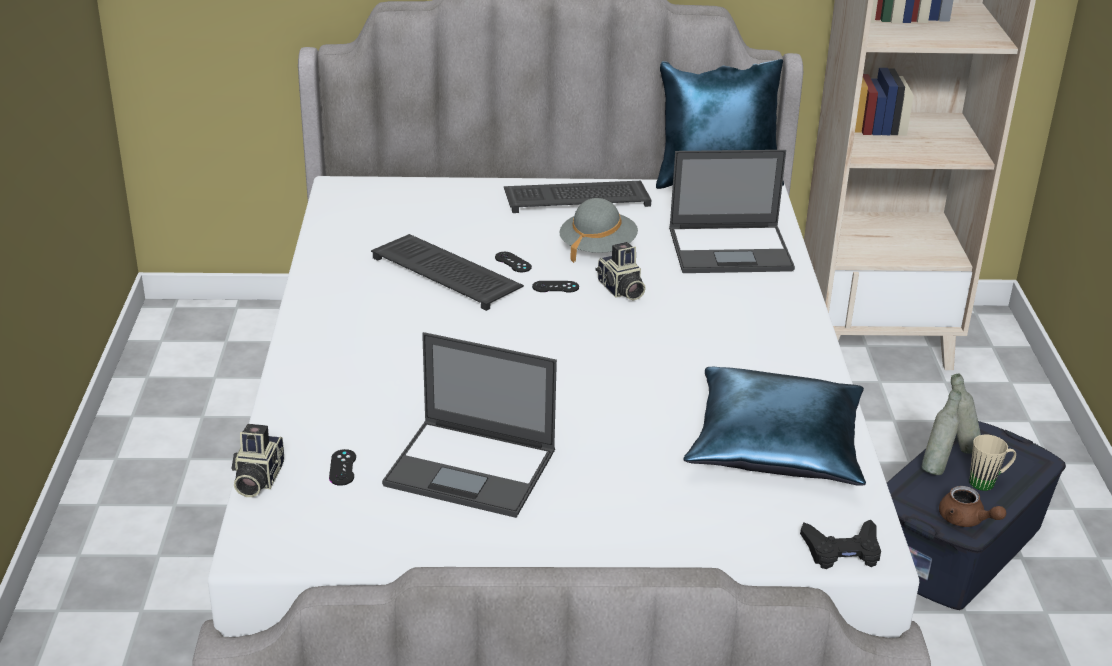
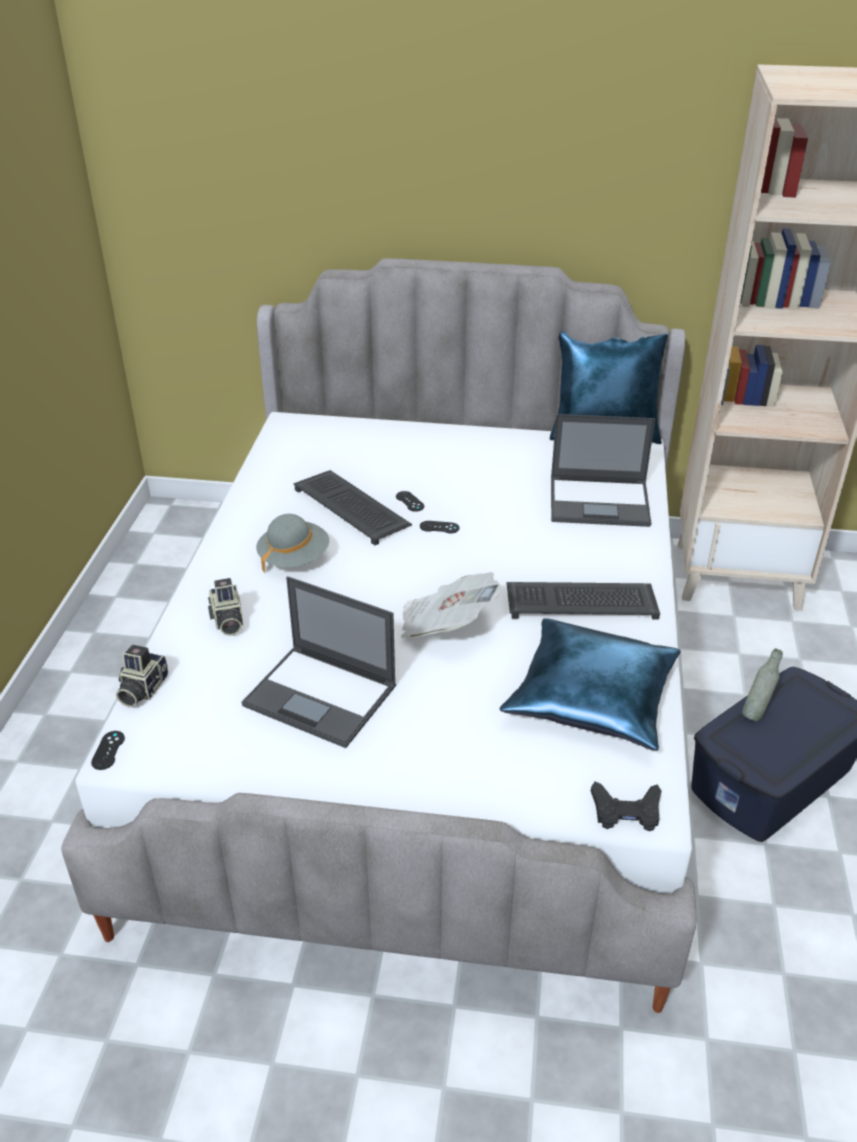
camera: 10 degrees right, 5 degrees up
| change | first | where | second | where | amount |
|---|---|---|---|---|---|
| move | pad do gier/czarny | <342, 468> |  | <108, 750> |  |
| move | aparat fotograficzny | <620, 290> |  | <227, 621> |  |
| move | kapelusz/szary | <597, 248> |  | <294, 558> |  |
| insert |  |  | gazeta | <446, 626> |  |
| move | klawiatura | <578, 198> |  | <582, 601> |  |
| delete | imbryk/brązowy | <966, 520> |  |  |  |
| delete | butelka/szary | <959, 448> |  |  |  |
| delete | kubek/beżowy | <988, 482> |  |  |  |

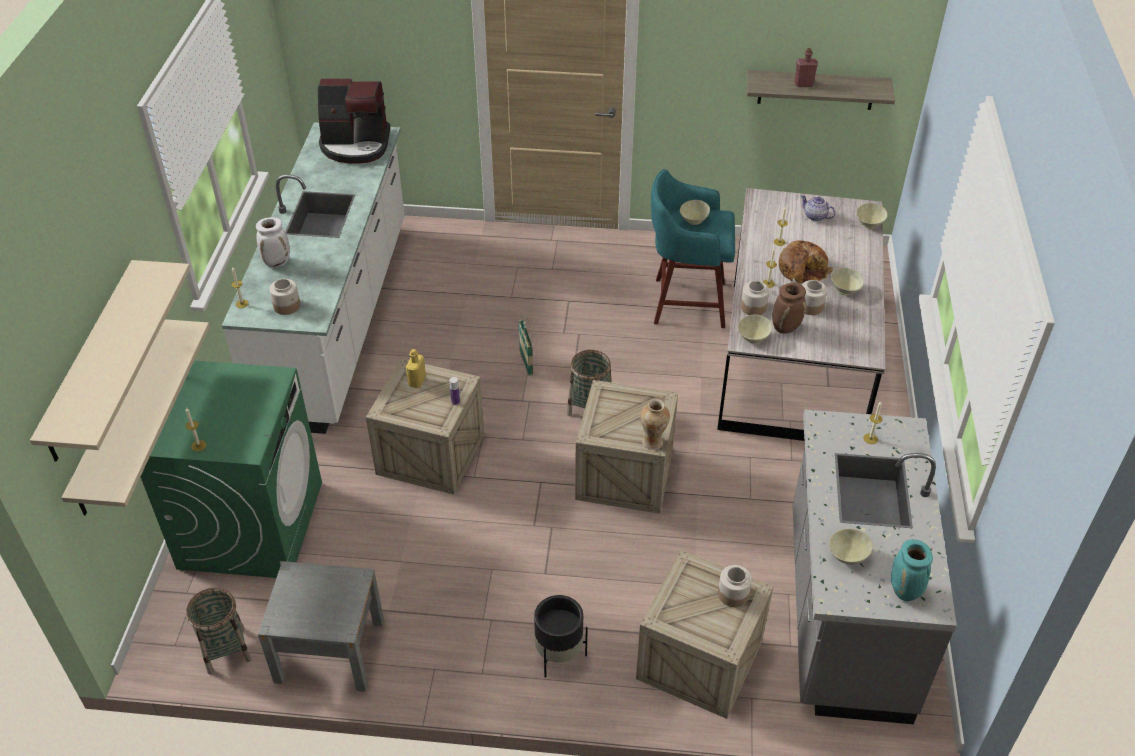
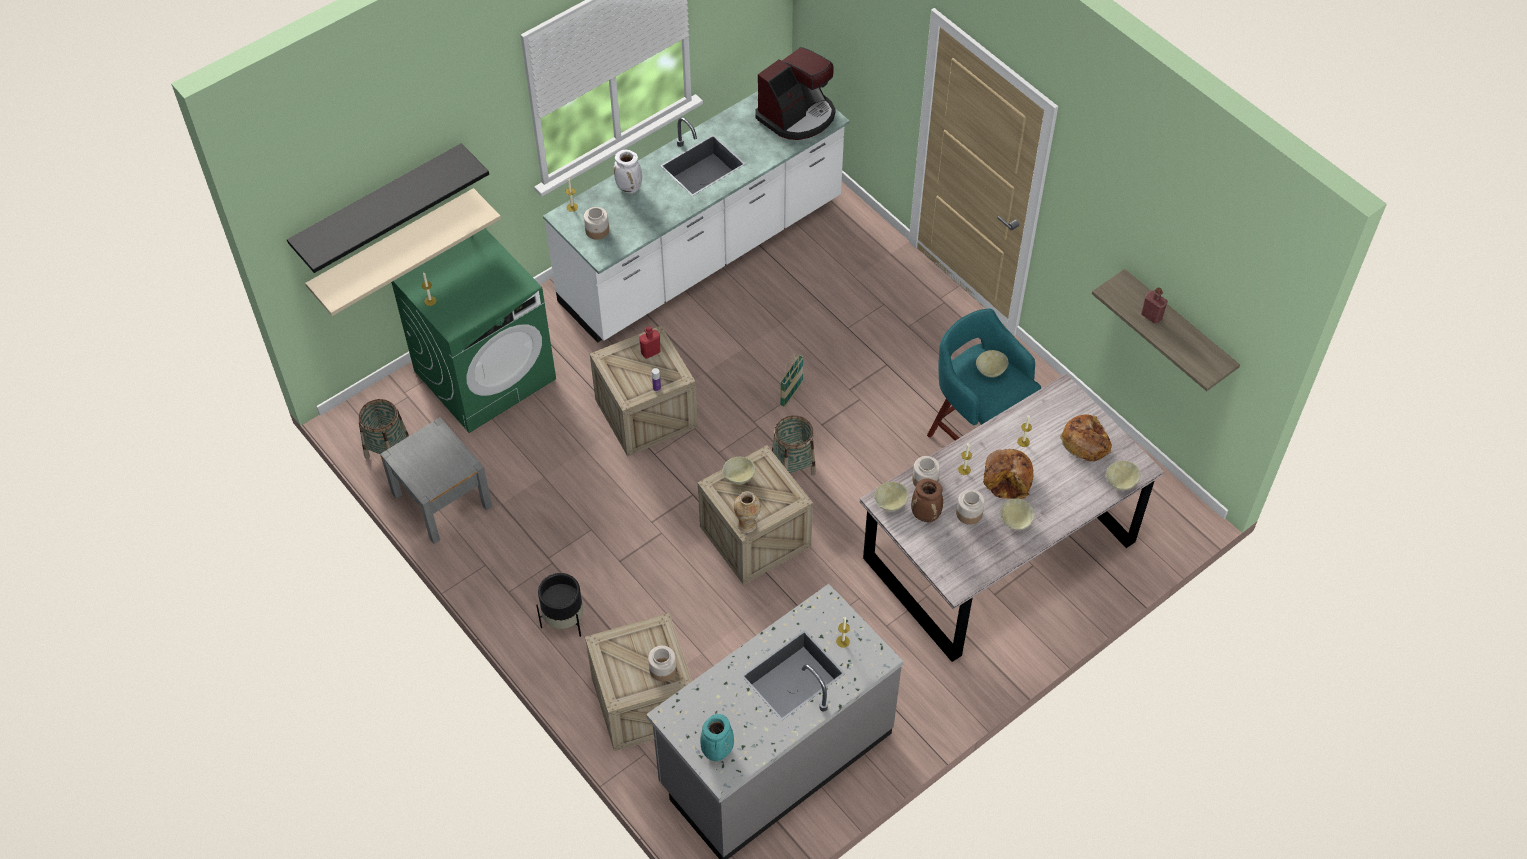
camera: 45 degrees right, 10 degrees up
| change | first | where | second | where | amount |
|---|---|---|---|---|---|
| recolor | półka/beżowy | <91, 361> | półka/czarny | <378, 203> |  |
| recolor | butelka/żółty | <417, 381> | butelka/czerwony | <650, 352> |  |
| move | miska/beżowy | <847, 556> |  | <739, 477> |  |
| rotate | ekspres do kawy | <356, 145> |  | <797, 115> | 90 degrees counterclockwise |
| replace | imbryk | <815, 216> | chleb | <1086, 442> |  |

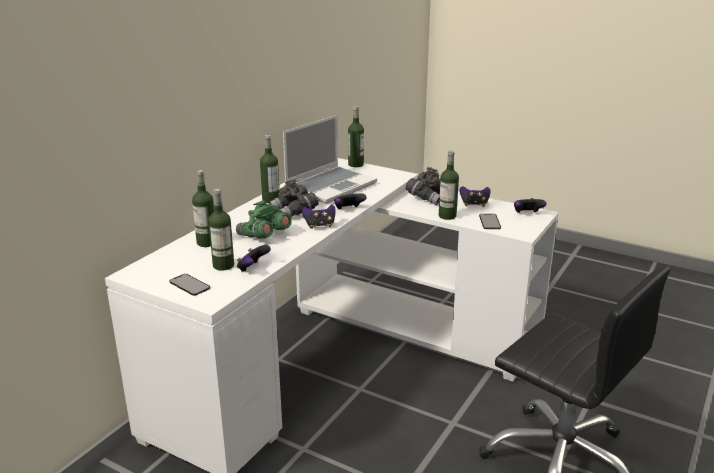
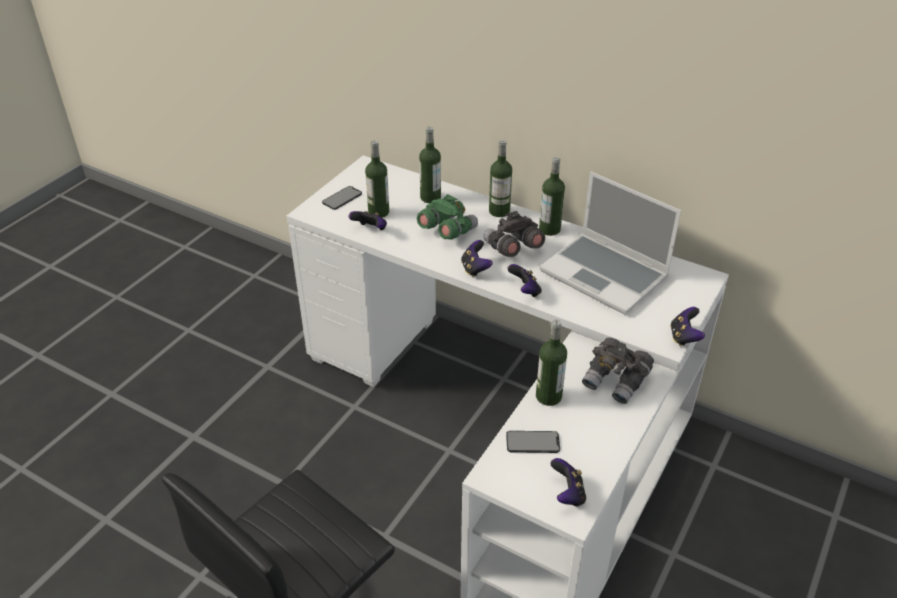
camera: 90 degrees right, 15 degrees up
| change | first | where | second | where | amount |
|---|---|---|---|---|---|
| move | butelka | <356, 164> |  | <499, 211> |  |
| move | pad do gier | <474, 204> |  | <684, 337> |  |

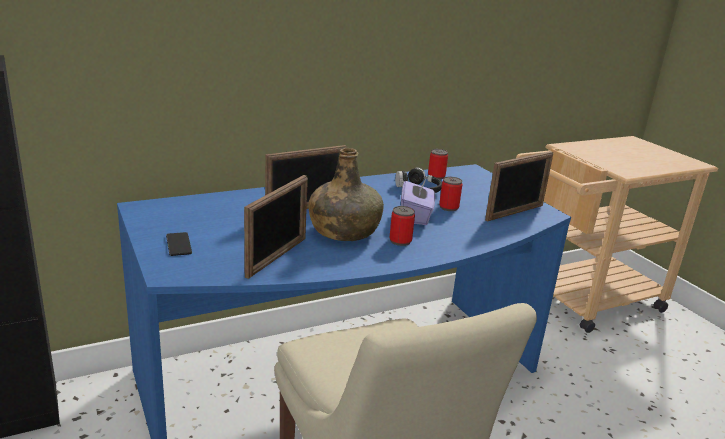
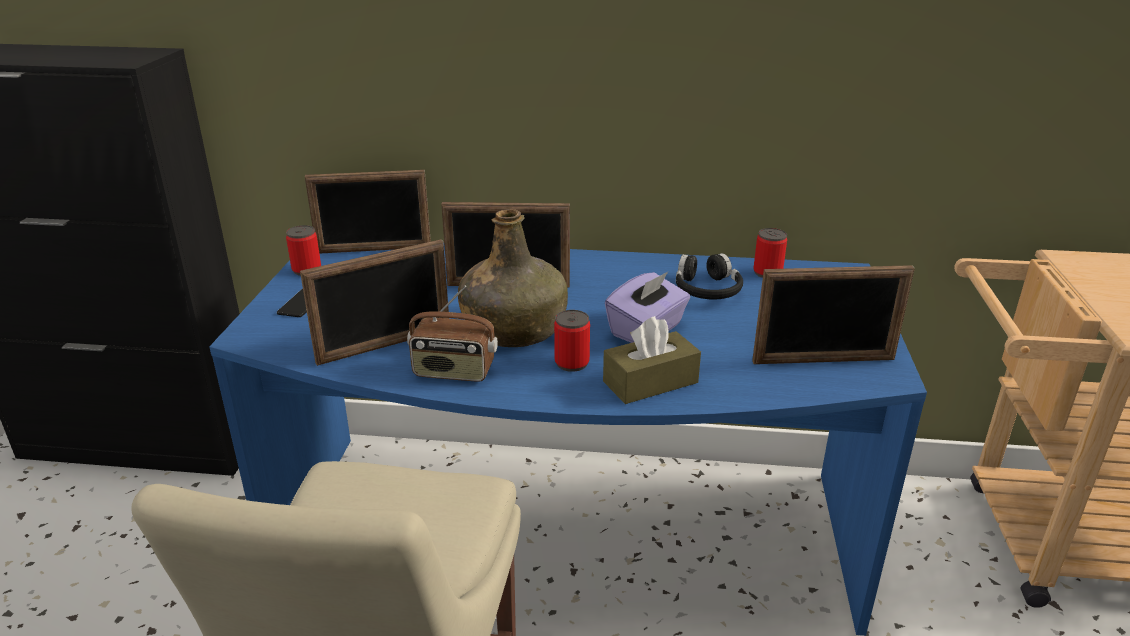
camera: 35 degrees right, 5 degrees up
| change | first | where | second | where | amount |
|---|---|---|---|---|---|
| move | puszka | <448, 207> |  | <306, 270> |  |
| insert |  |  | ramka na zdjęcie | <374, 250> |  |
| insert |  |  | radio | <453, 372> |  |
| insert |  |  | pudełko chusteczek/brązowy | <650, 382> |  |

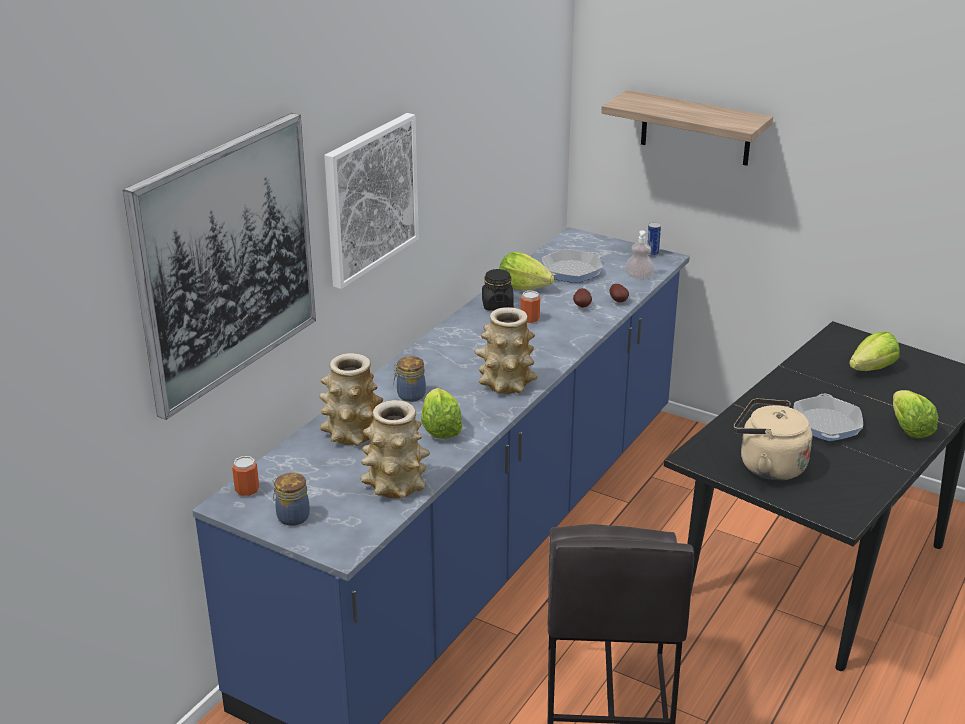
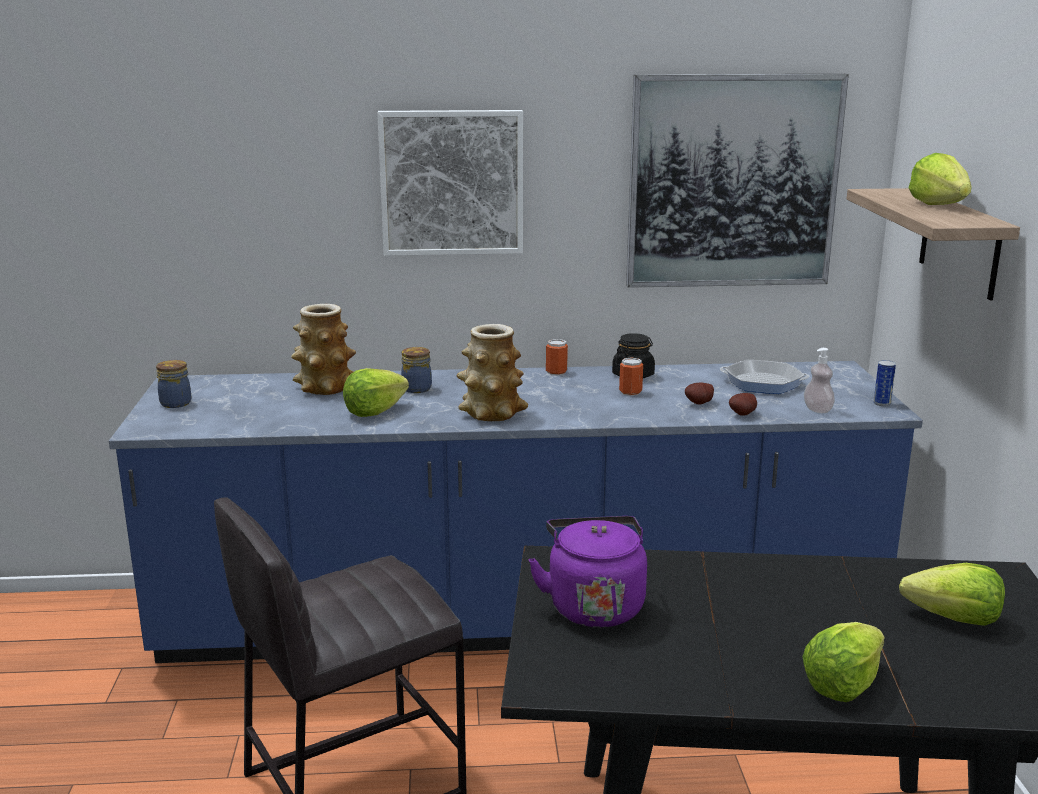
camera: 55 degrees right, 10 degrees down
| change | first | where | second | where | amount |
|---|---|---|---|---|---|
| recolor | czajnik/beżowy | <767, 466> | czajnik/fioletowy | <593, 605> |  |
| move | puszka | <247, 491> |  | <556, 372> |  |
| move | obraz | <225, 261> |  | <732, 182> |  |
| move | sałata | <523, 287> |  | <939, 205> |  |
| delete | wazon | <395, 485> |  |  |  |
| delete | patelnia | <826, 424> |  |  |  |

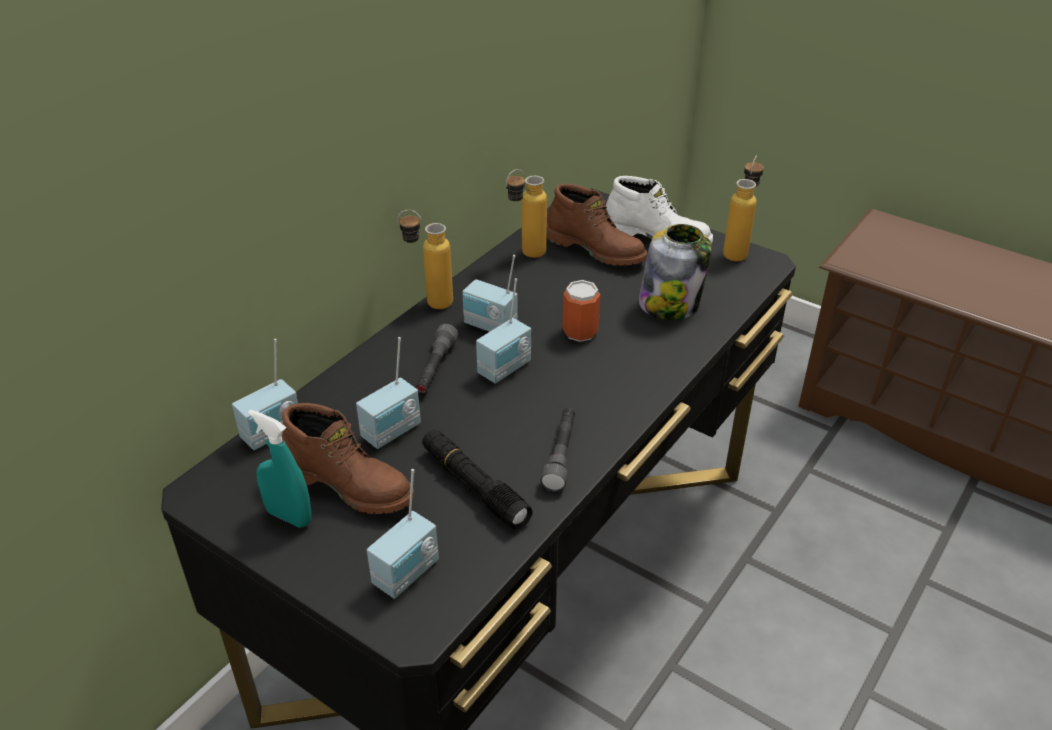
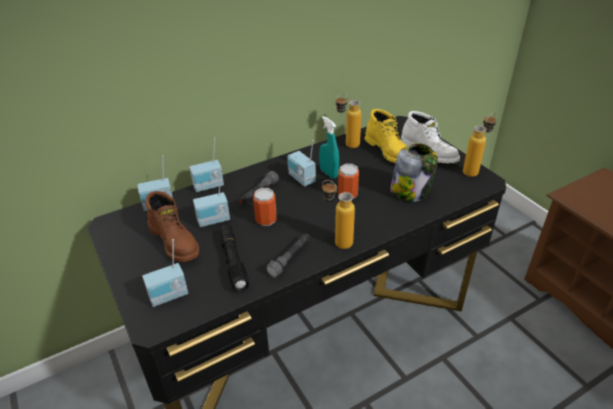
camera: 25 degrees right, 0 degrees up
| change | first | where | second | where | amount |
|---|---|---|---|---|---|
| move | radio | <506, 369> |  | <209, 186> |  |
| insert |  |  | puszka | <266, 219> |  |
| move | spryskiwacz/turkusowy | <289, 516> |  | <328, 173> |  |
| move | butelka | <429, 302> |  | <337, 241> |  |
| recolor | but z cholewką/brązowy | <597, 249> | but z cholewką/żółty | <389, 151> |  |

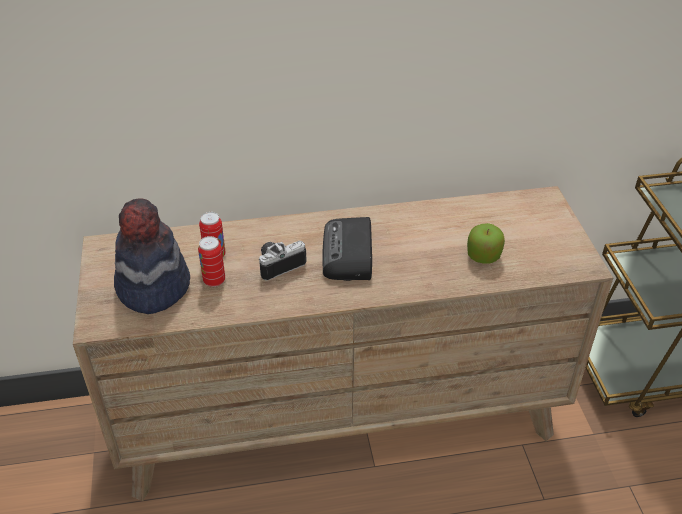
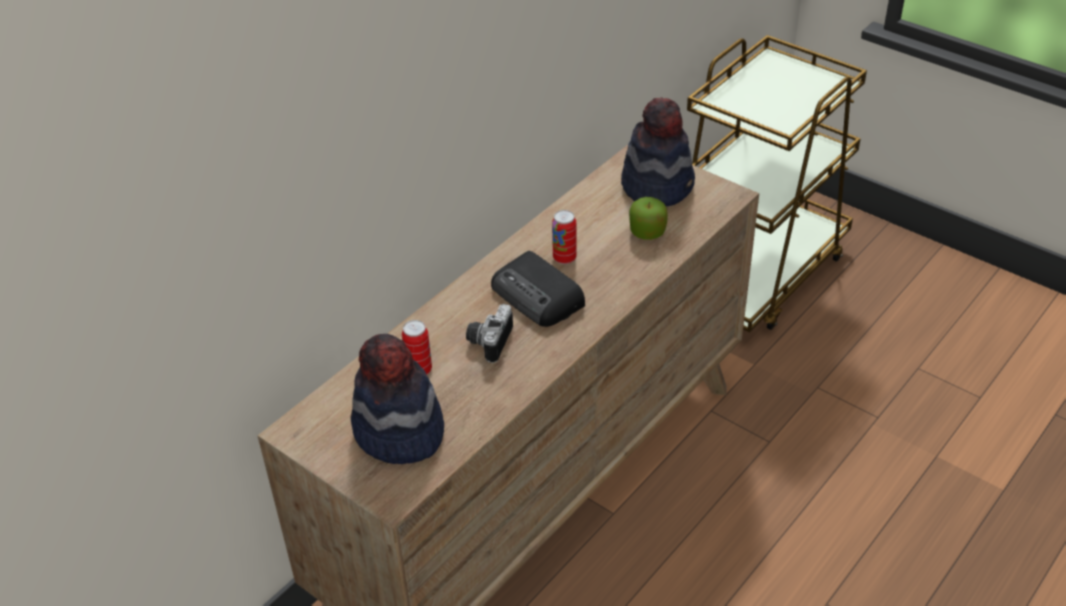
camera: 40 degrees left, 0 degrees up
| change | first | where | second | where | amount |
|---|---|---|---|---|---|
| move | puszka | <214, 281> |  | <564, 258> |  |
| insert |  |  | kapelusz | <658, 185> |  |

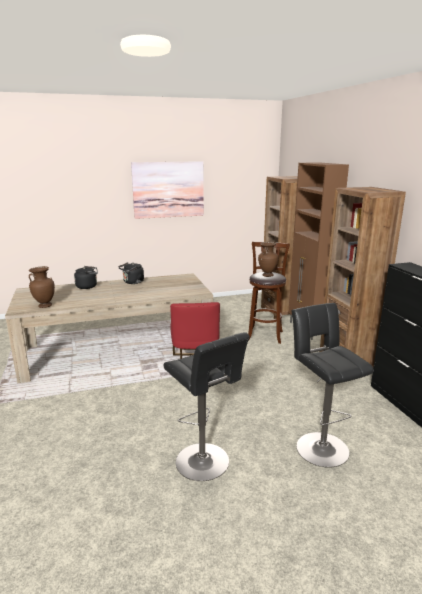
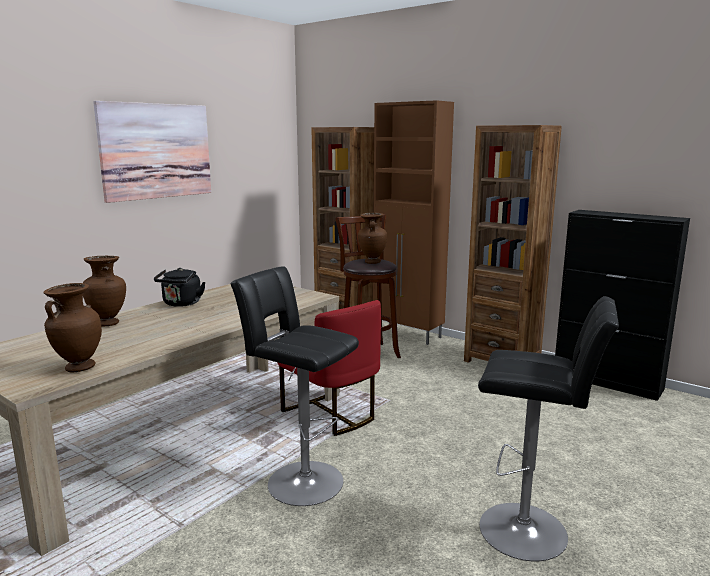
camera: 35 degrees left, 5 degrees down
| change | first | where | second | where | amount |
|---|---|---|---|---|---|
| replace | czajnik/czarny | <88, 286> | wazon/brązowy | <108, 323> |  |
| move | stołek/czarny | <319, 446> |  | <300, 480> |  |

